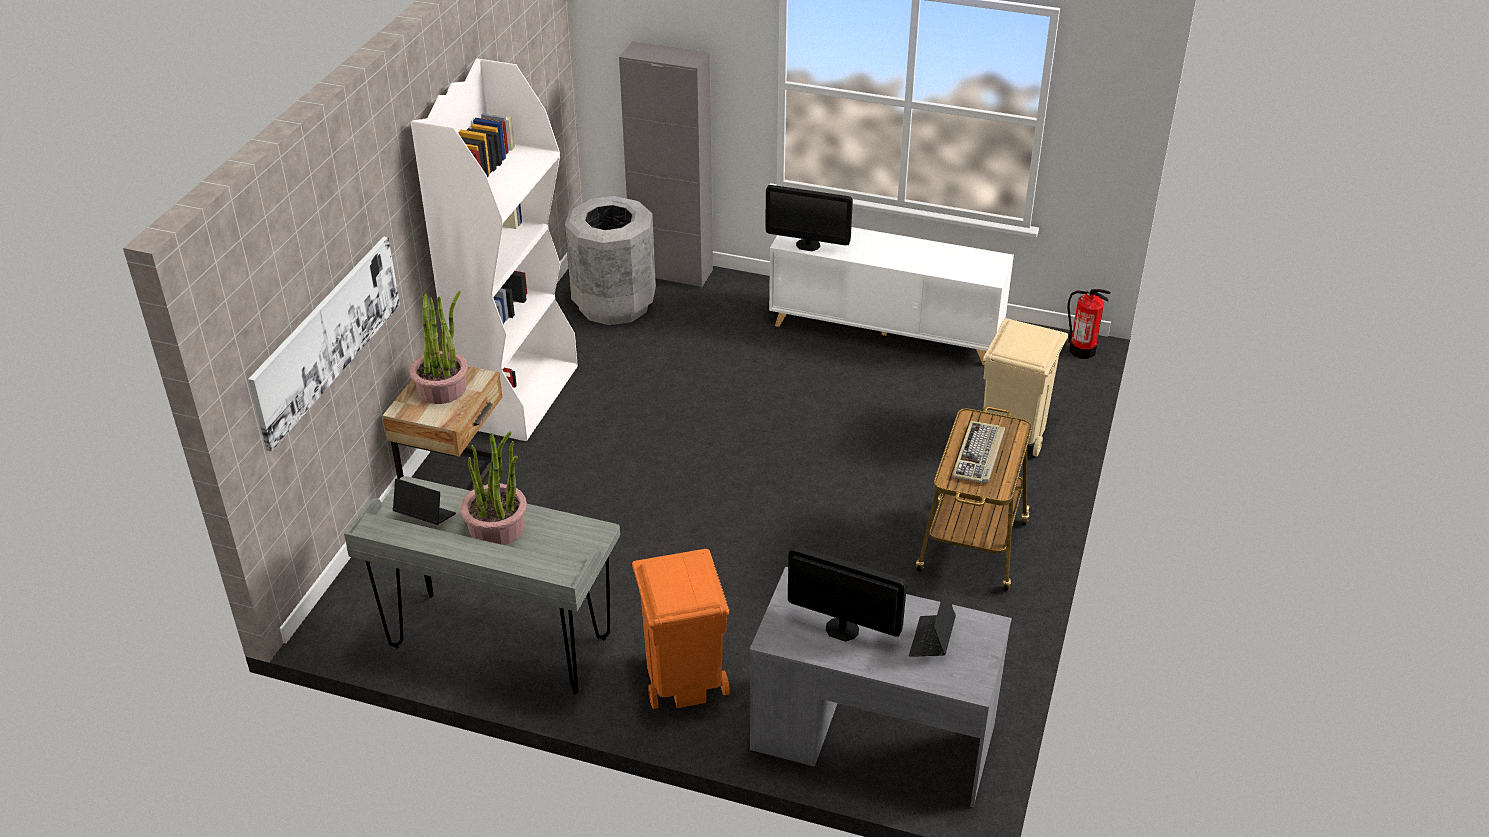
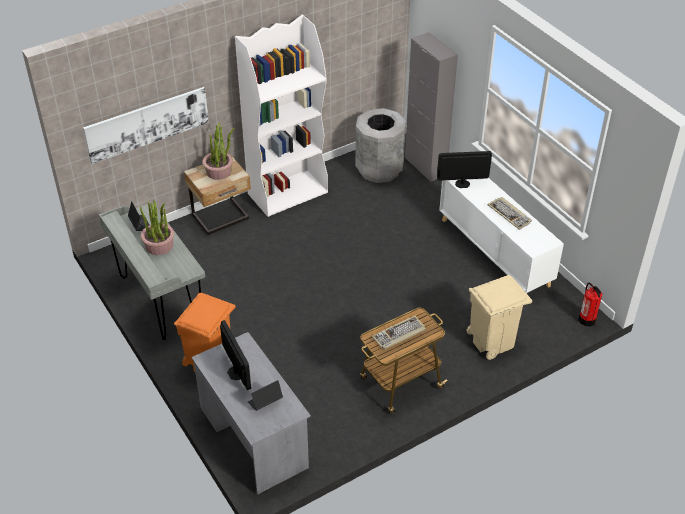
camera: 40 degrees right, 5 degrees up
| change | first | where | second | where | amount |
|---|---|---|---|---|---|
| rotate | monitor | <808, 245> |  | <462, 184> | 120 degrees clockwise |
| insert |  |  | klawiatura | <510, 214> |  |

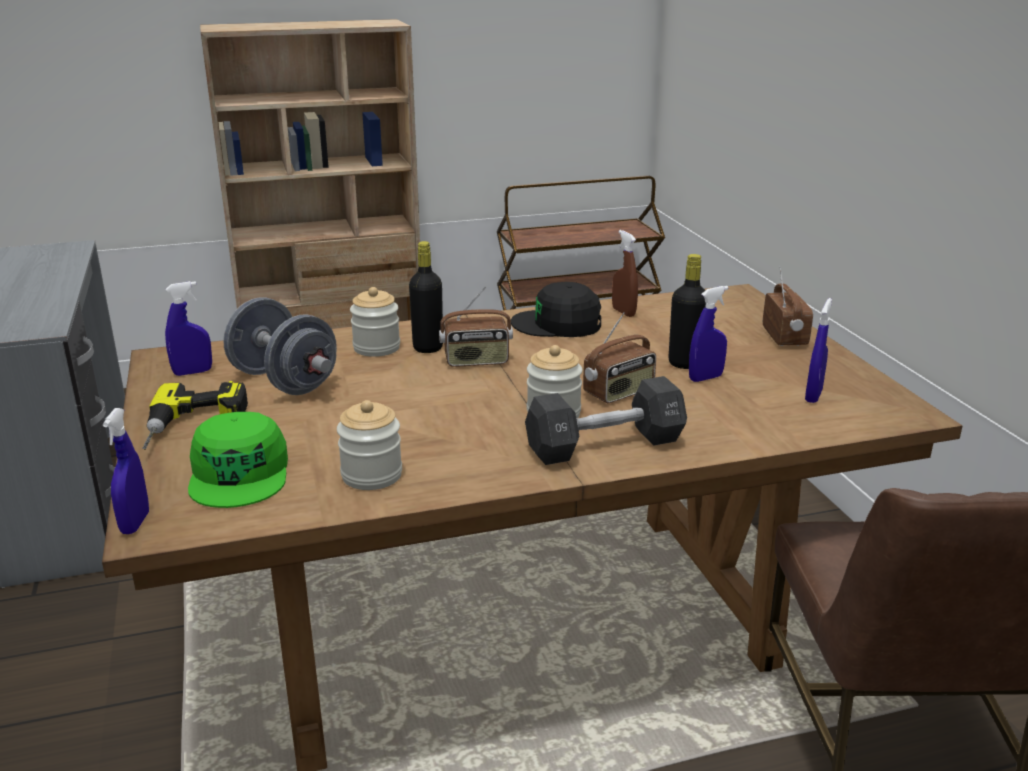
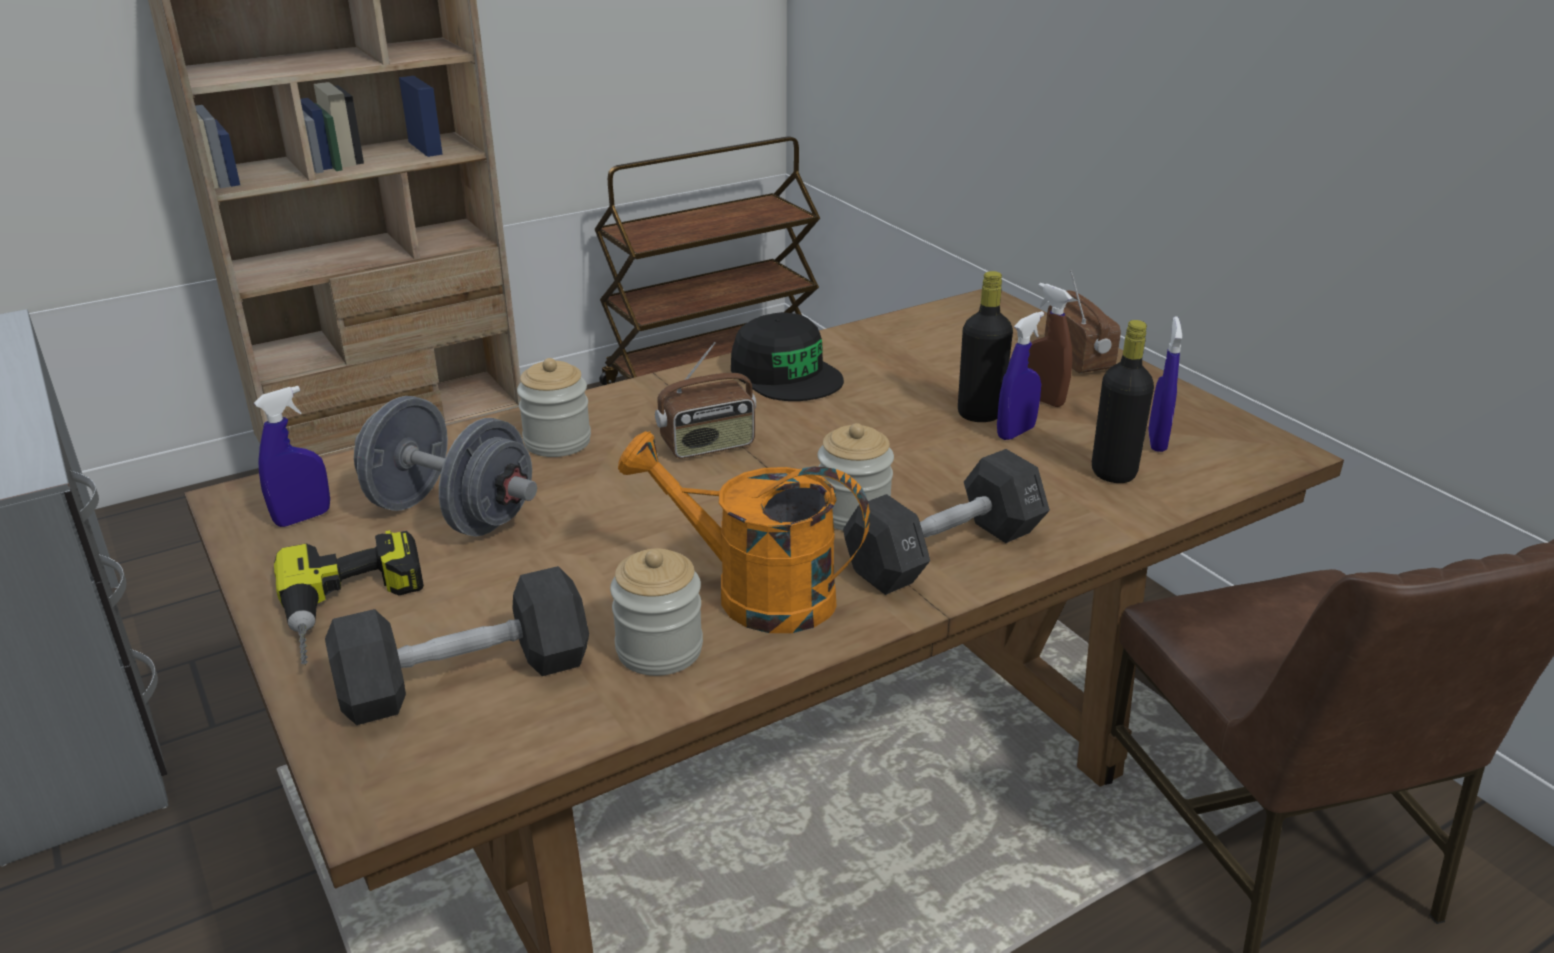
camera: 15 degrees left, 5 degrees up
| change | first | where | second | where | amount |
|---|---|---|---|---|---|
| replace | czapka z daszkiem/zielony | <240, 474> | hantel/czarny | <466, 679> |  |
| insert |  |  | konewka/pomarańczowy | <754, 594> |  |
| rotate | czapka z daszkiem/czarny | <558, 324> |  | <786, 374> | 120 degrees counterclockwise |
| move | spryskiwacz/brązowy | <623, 312> |  | <1043, 400> |  |
| move | butelka/czarny | <428, 348> |  | <1113, 473> |  |
| delete | spryskiwacz/niebieski | <135, 523> |  |  |  |
| delete | radio | <619, 393> |  |  |  |

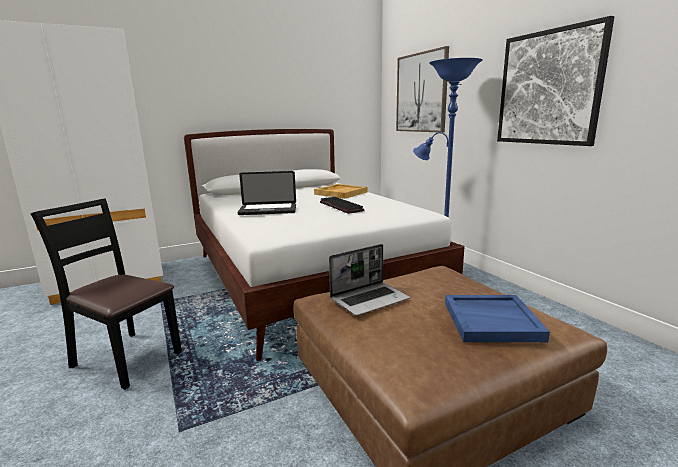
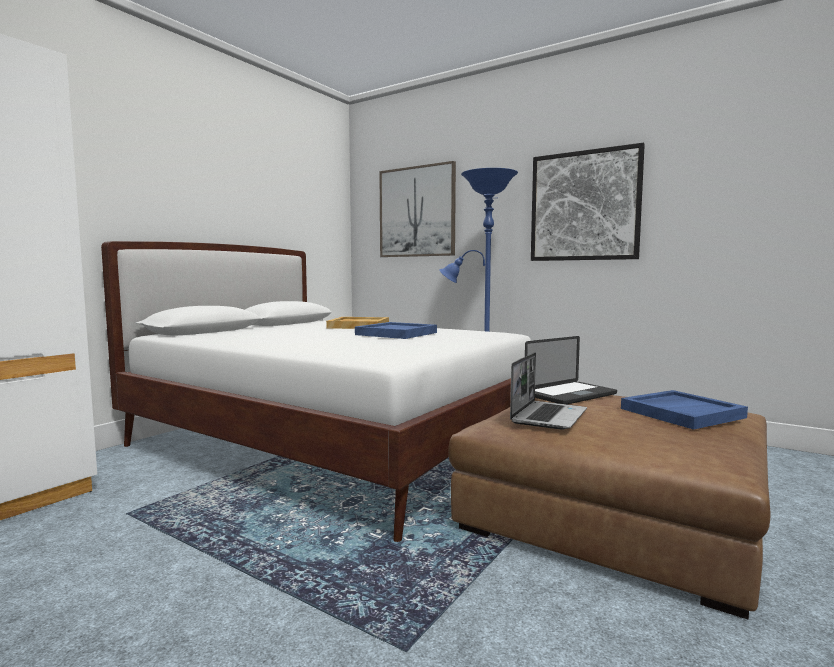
camera: 30 degrees left, 10 degrees down
| change | first | where | second | where | amount |
|---|---|---|---|---|---|
| replace | klawiatura | <339, 206> | taca/niebieski | <395, 334> |  |
| move | laptop | <268, 210> |  | <570, 394> |  |
| delete | krzesło/czarny | <127, 358> |  |  |  |

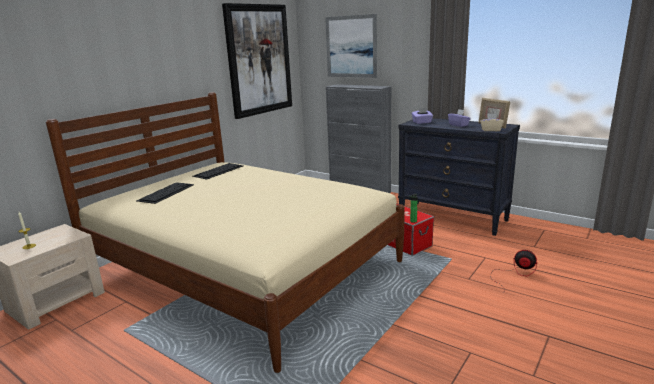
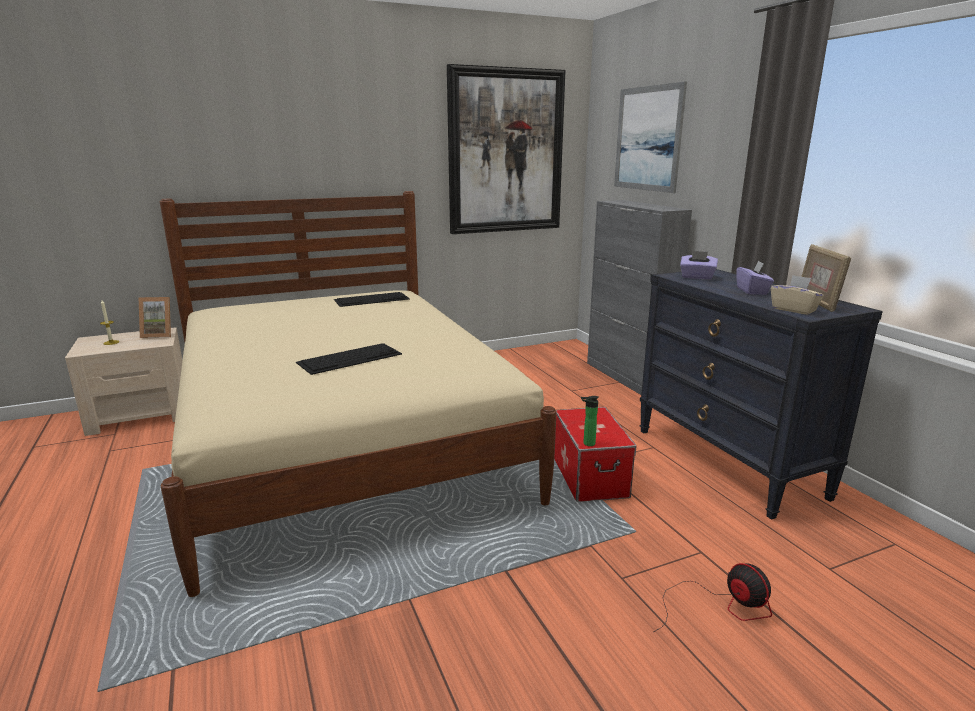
camera: 30 degrees right, 0 degrees up
| change | first | where | second | where | amount |
|---|---|---|---|---|---|
| insert |  |  | ramka na zdjęcie | <159, 334> |  |
| move | klawiatura | <166, 192> |  | <350, 358> |  |

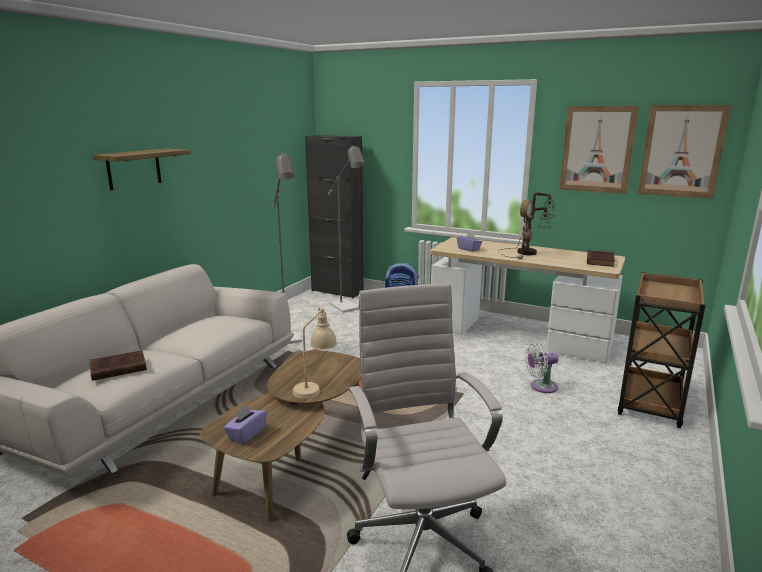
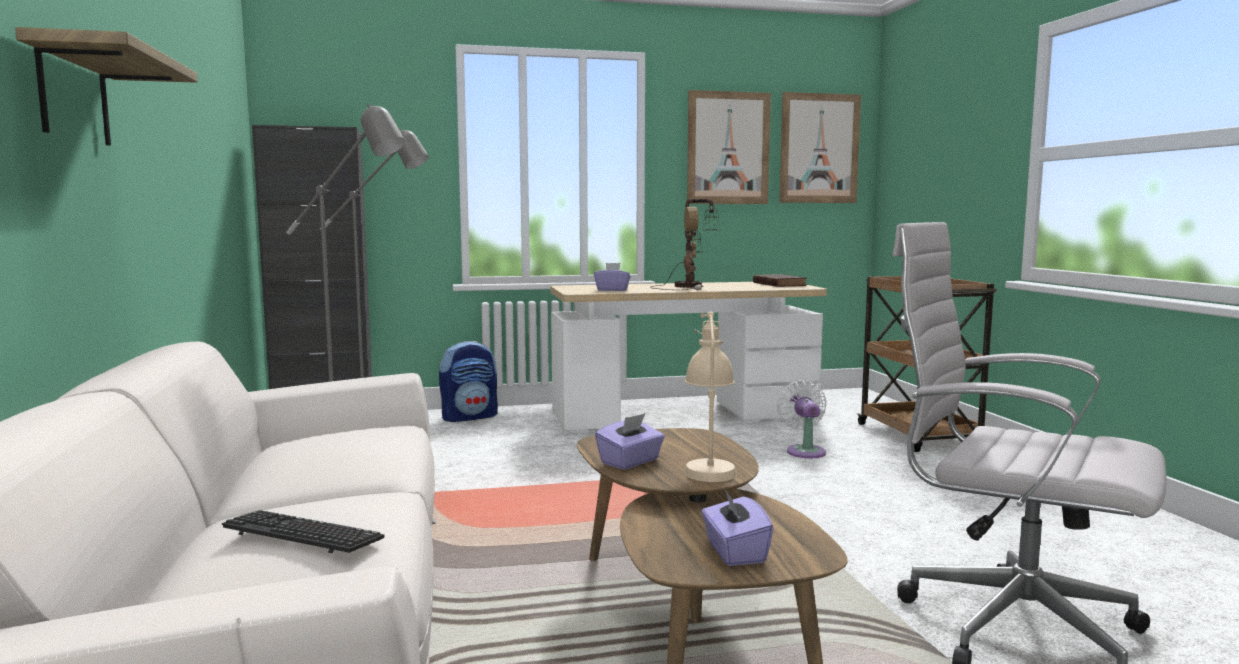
camera: 40 degrees left, 10 degrees down
| change | first | where | second | where | amount |
|---|---|---|---|---|---|
| replace | książka/brązowy | <117, 369> | klawiatura | <302, 535> |  |
| insert |  |  | pudełko chusteczek/fioletowy | <630, 462> |  |
| rotate | wentylator/biały | <541, 387> |  | <804, 451> | 135 degrees clockwise |

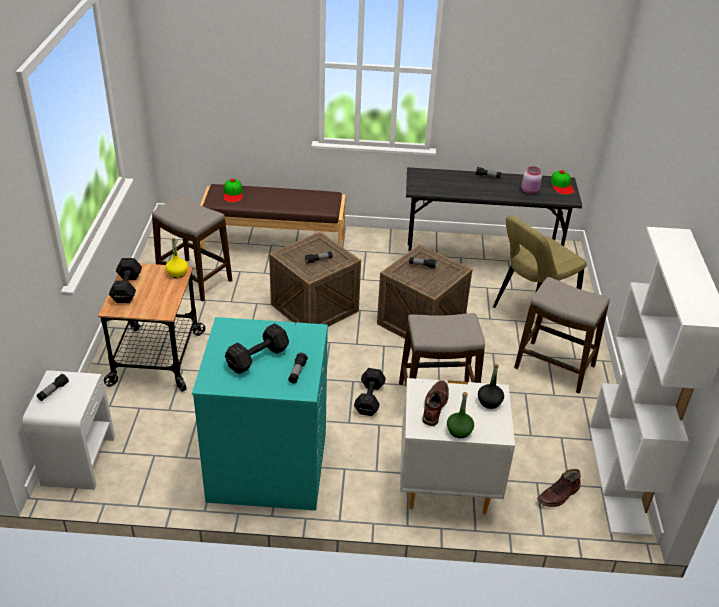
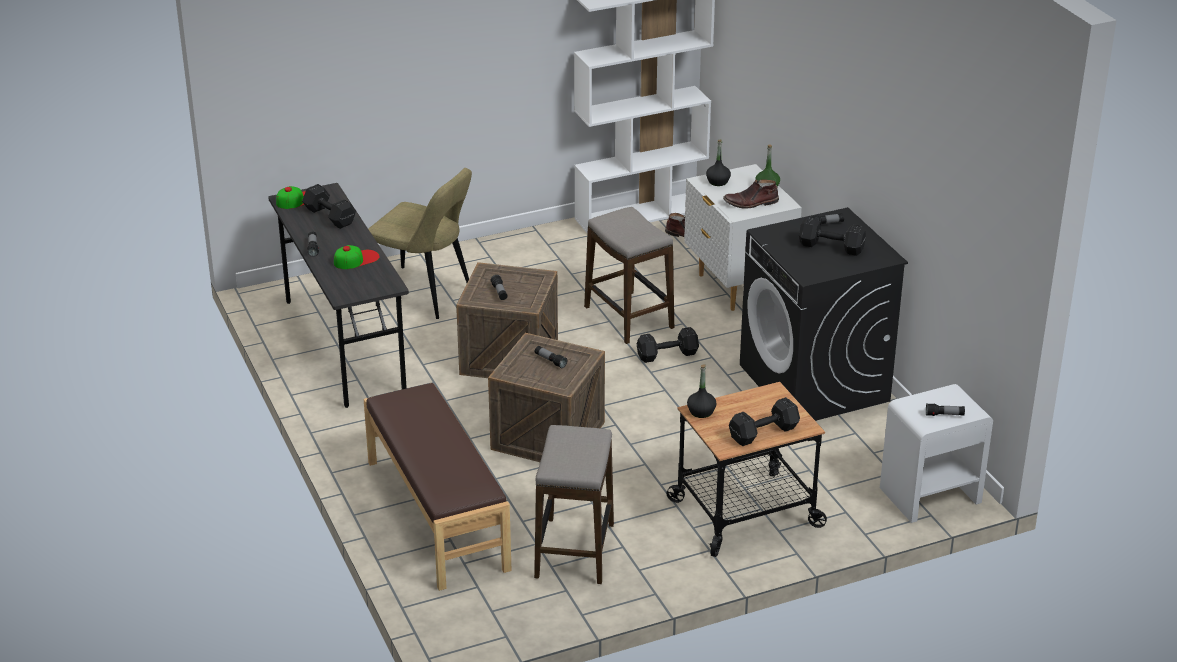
camera: 115 degrees left, 5 degrees down
| change | first | where | second | where | amount |
|---|---|---|---|---|---|
| replace | słoik/różowy | <530, 191> | hantel/czarny | <329, 216> |  |
| move | czapka z daszkiem | <233, 193> |  | <356, 259> |  |
| recolor | butelka/żółty | <177, 273> | butelka/czarny | <701, 412> |  |
| recolor | pralka/turkusowy | <267, 466> | pralka/czarny | <815, 383> |  |
| delete | stołek | <554, 367> |  |  |  |

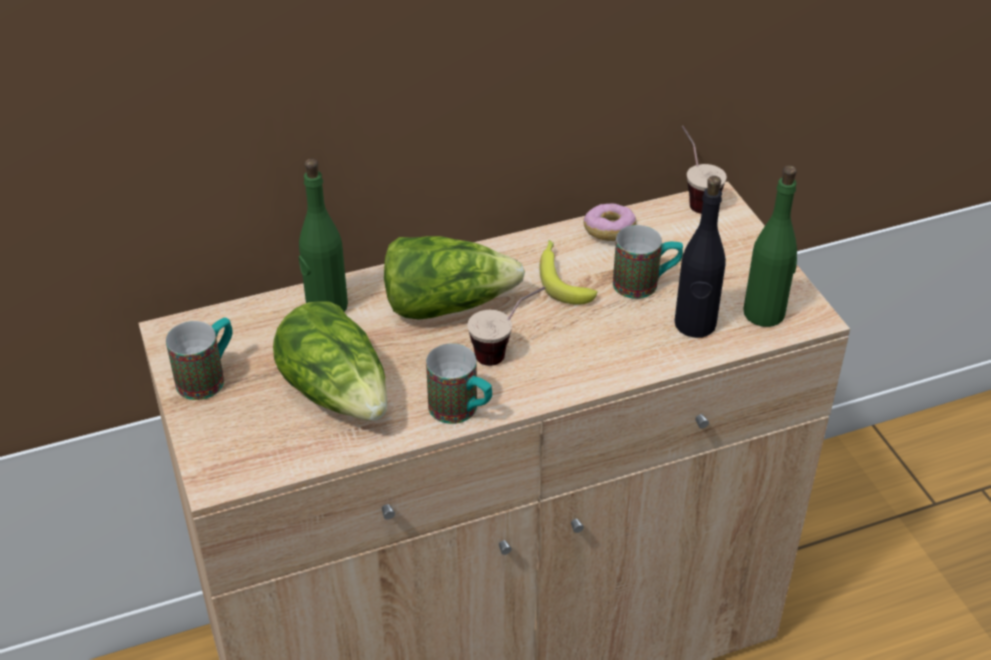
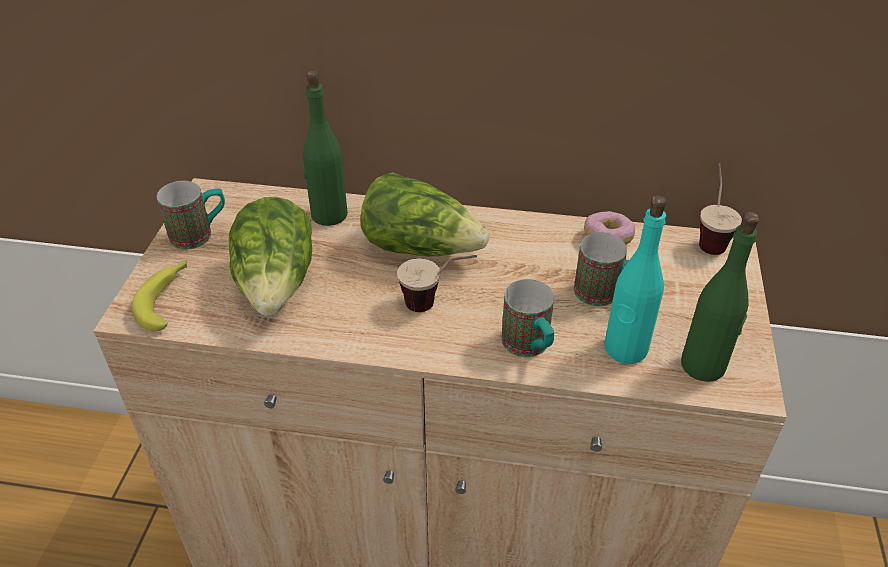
camera: 30 degrees right, 0 degrees up
| change | first | where | second | where | amount |
|---|---|---|---|---|---|
| move | banan | <562, 278> |  | <167, 299> |  |
| move | kubek | <461, 411> |  | <529, 348> |  |
| recolor | butelka/czarny | <695, 324> | butelka/turkusowy | <625, 349> |  |

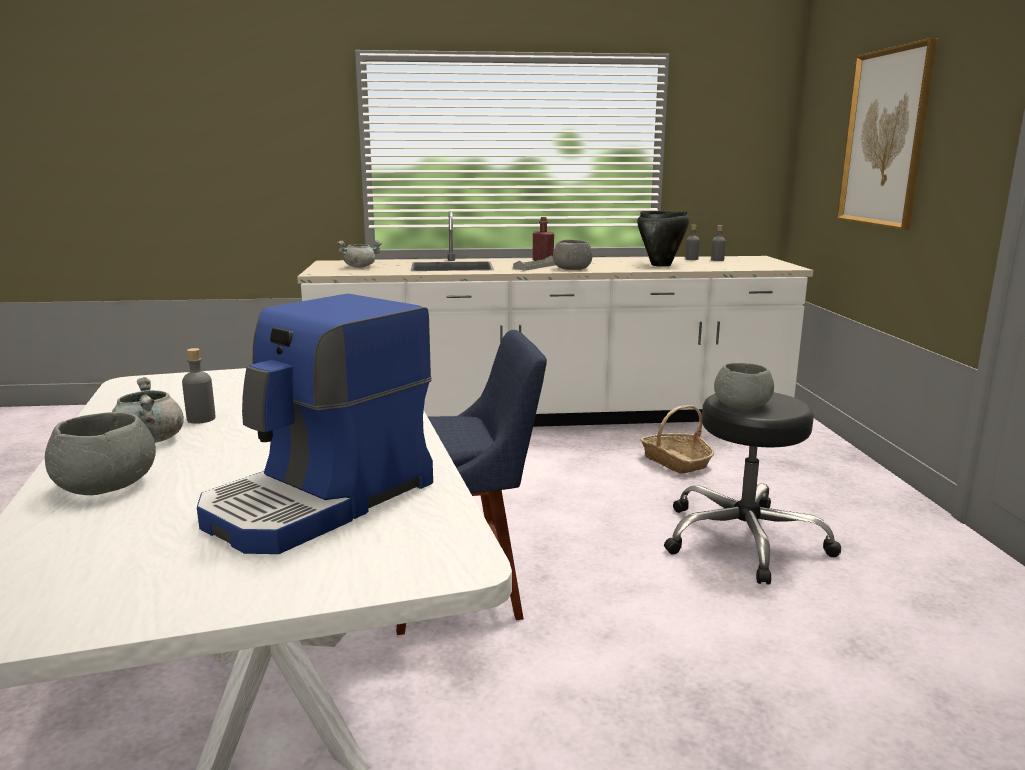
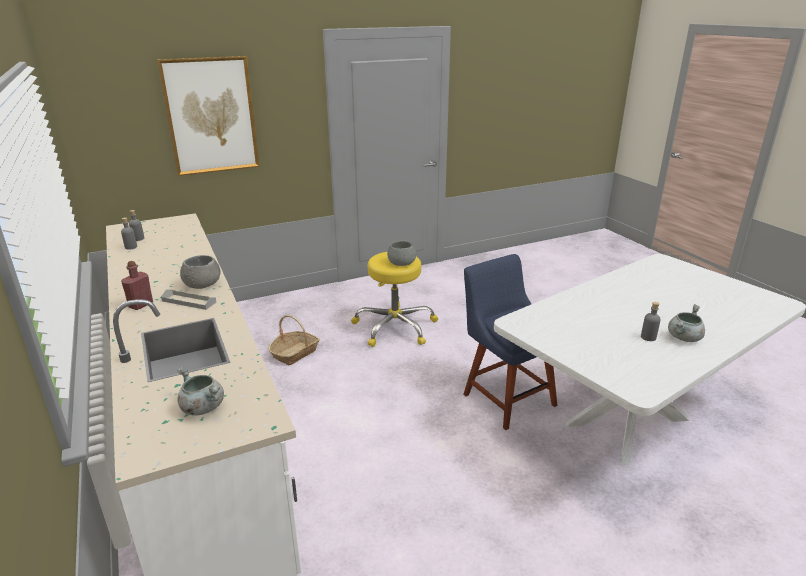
camera: 110 degrees left, 10 degrees up
| change | first | where | second | where | amount |
|---|---|---|---|---|---|
| recolor | stołek/czarny | <743, 539> | stołek/żółty | <395, 327> |  |
| delete | miska/szary | <105, 485> |  |  |  |
| delete | ekspres do kawy | <322, 501> |  |  |  |
| delete | garnek/czarny | <661, 265> |  |  |  |

